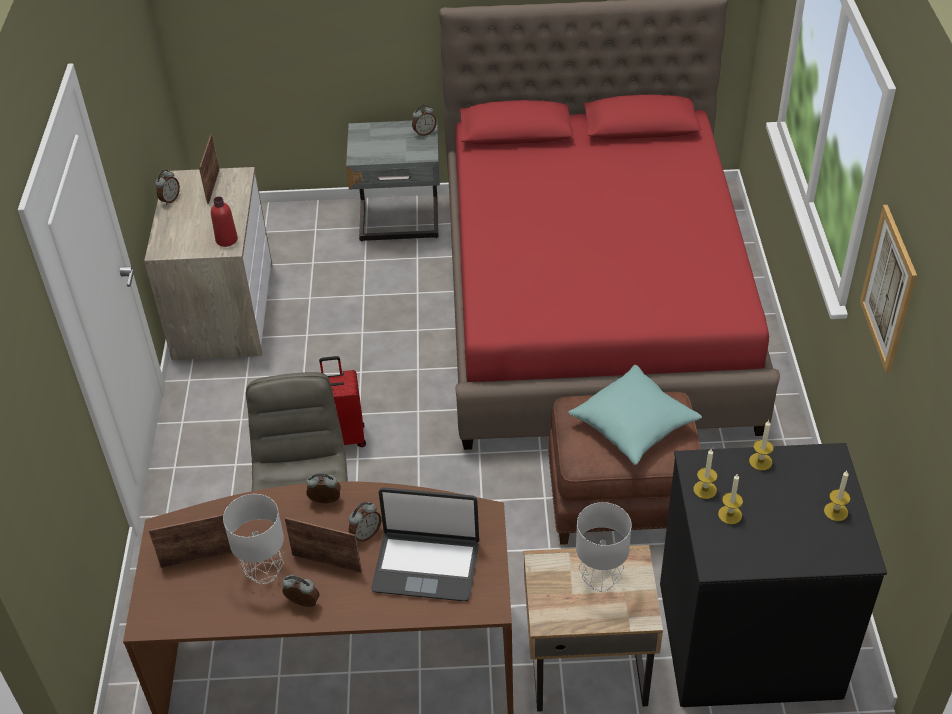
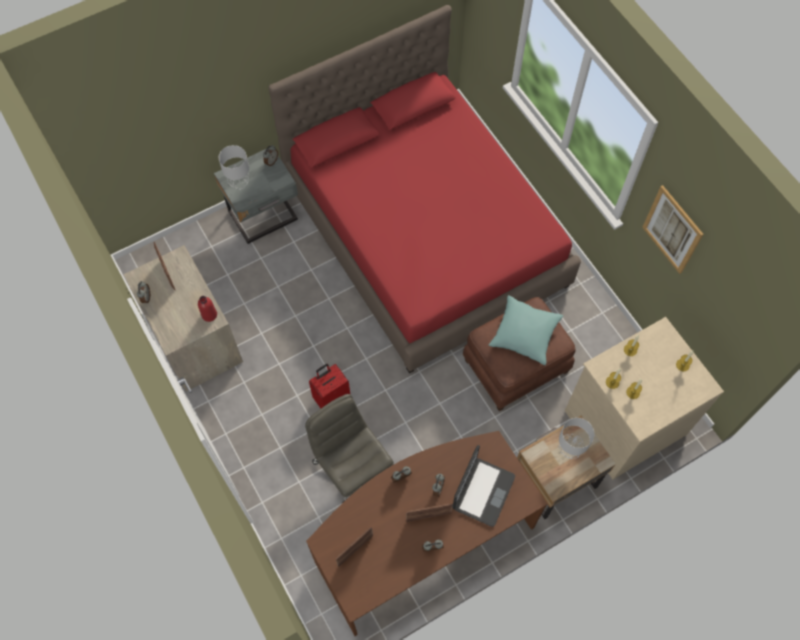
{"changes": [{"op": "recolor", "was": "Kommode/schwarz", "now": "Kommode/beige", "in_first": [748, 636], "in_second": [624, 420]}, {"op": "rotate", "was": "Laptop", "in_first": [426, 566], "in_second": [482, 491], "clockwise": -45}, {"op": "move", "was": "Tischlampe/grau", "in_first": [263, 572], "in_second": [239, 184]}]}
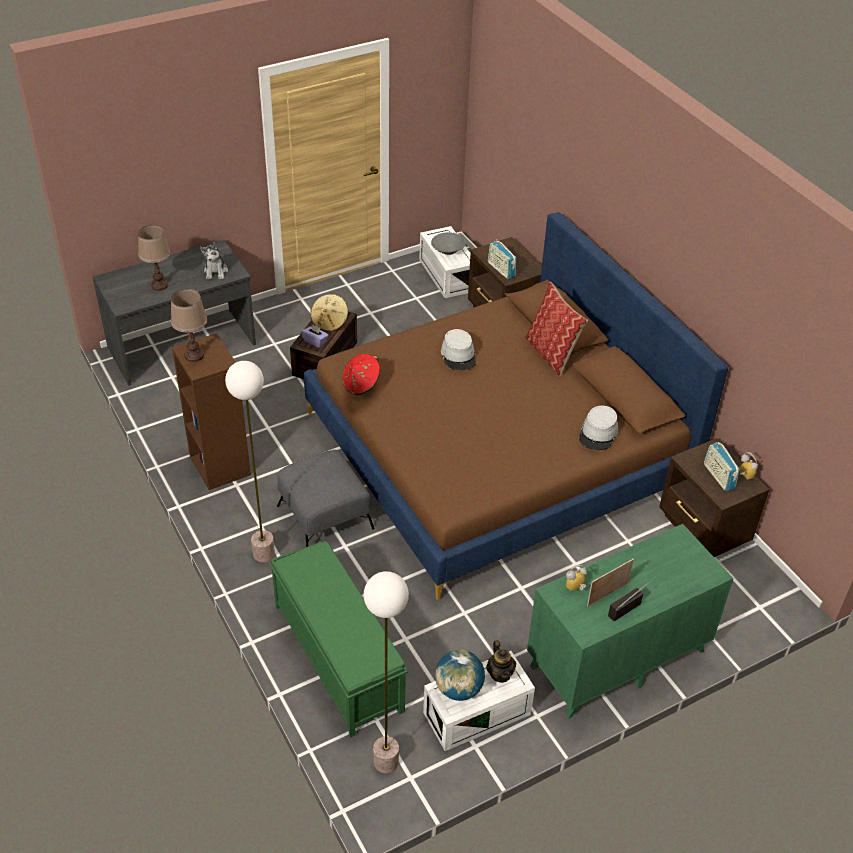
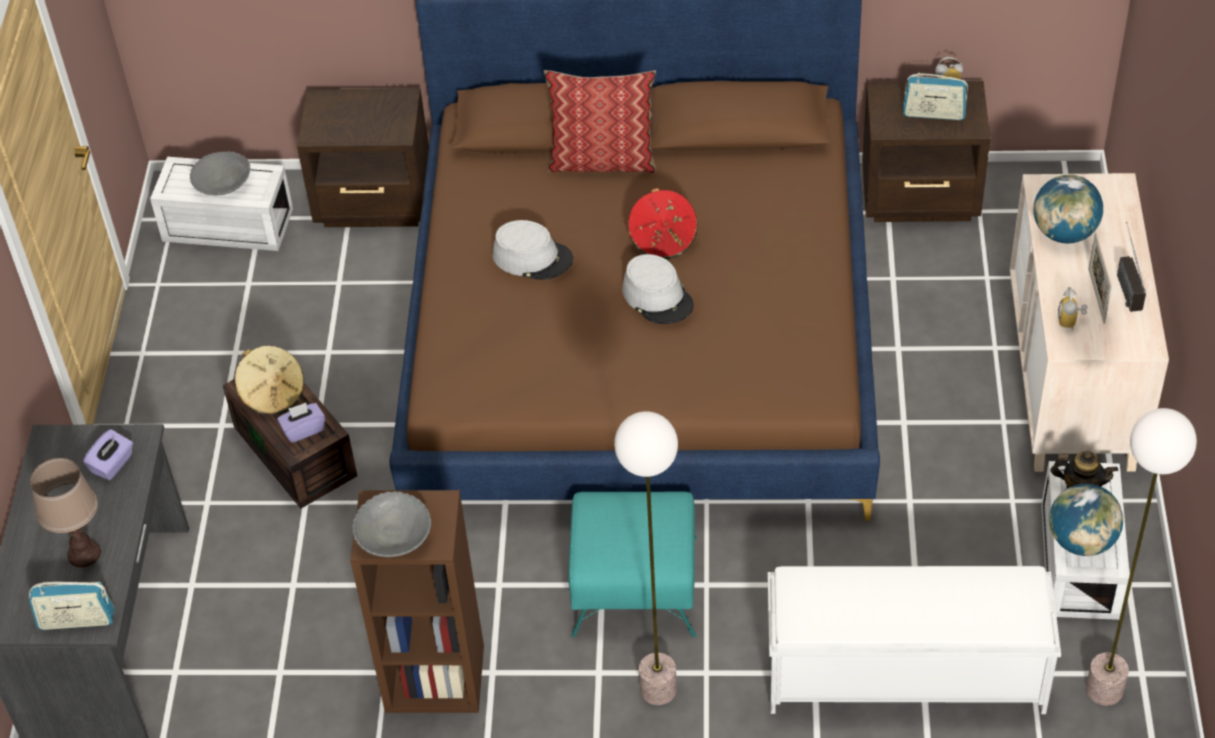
{"changes": [{"op": "move", "was": "Radio", "in_first": [501, 270], "in_second": [76, 620]}, {"op": "replace", "was": "Plüschtier", "now": "Taschentuchbox/lila", "in_first": [216, 271], "in_second": [112, 464]}, {"op": "replace", "was": "Tischlampe/braun", "now": "Schüssel/grau", "in_first": [193, 355], "in_second": [394, 537]}, {"op": "move", "was": "Hut/rot", "in_first": [361, 384], "in_second": [663, 239]}, {"op": "move", "was": "Hut/grau", "in_first": [598, 433], "in_second": [658, 297]}, {"op": "recolor", "was": "Polsterhocker/grau", "now": "Polsterhocker/türkis", "in_first": [325, 517], "in_second": [636, 586]}, {"op": "recolor", "was": "Kommode/grün", "now": "Kommode/beige", "in_first": [617, 658], "in_second": [1072, 380]}, {"op": "recolor", "was": "Bank/grün", "now": "Bank/weiß", "in_first": [337, 656], "in_second": [902, 674]}, {"op": "insert", "now": "Globus", "in_second": [1064, 233]}]}
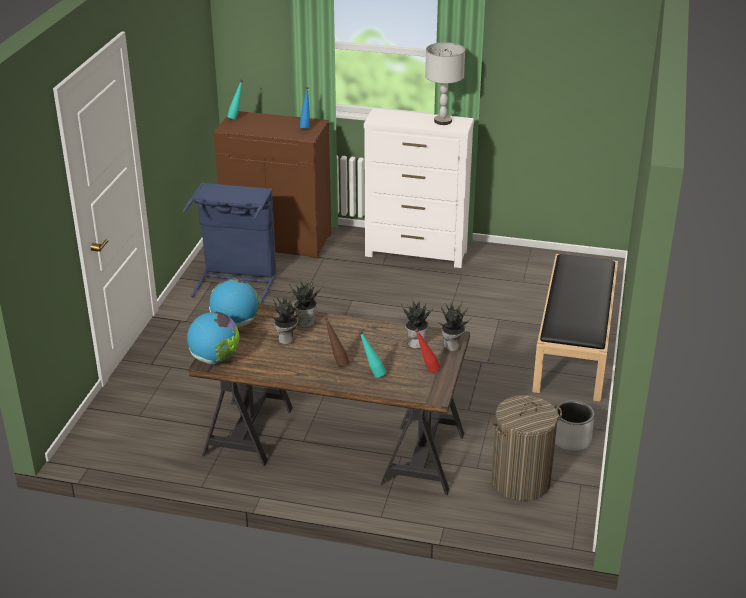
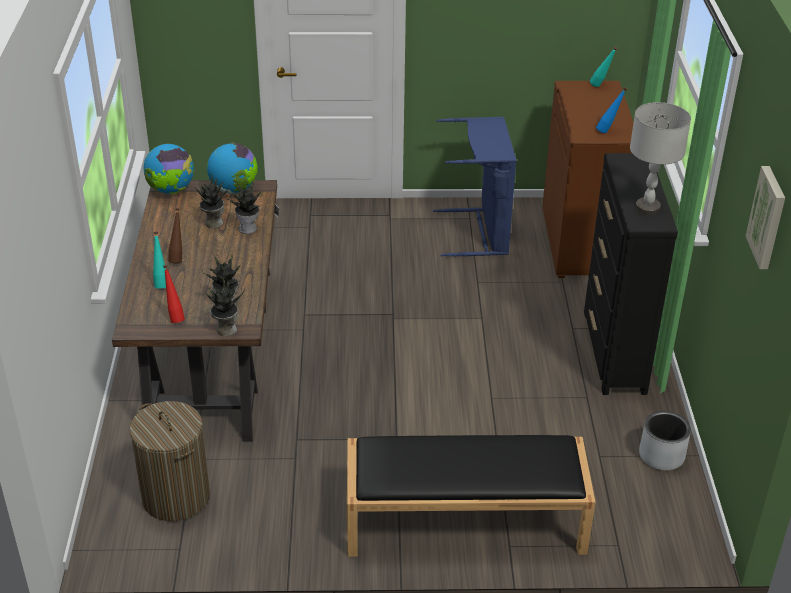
{"changes": [{"op": "recolor", "was": "Kommode/weiß", "now": "Kommode/schwarz", "in_first": [416, 254], "in_second": [614, 352]}, {"op": "move", "was": "Pflanzkübel/grau", "in_first": [571, 440], "in_second": [661, 456]}, {"op": "insert", "now": "Bild", "in_second": [768, 217]}]}
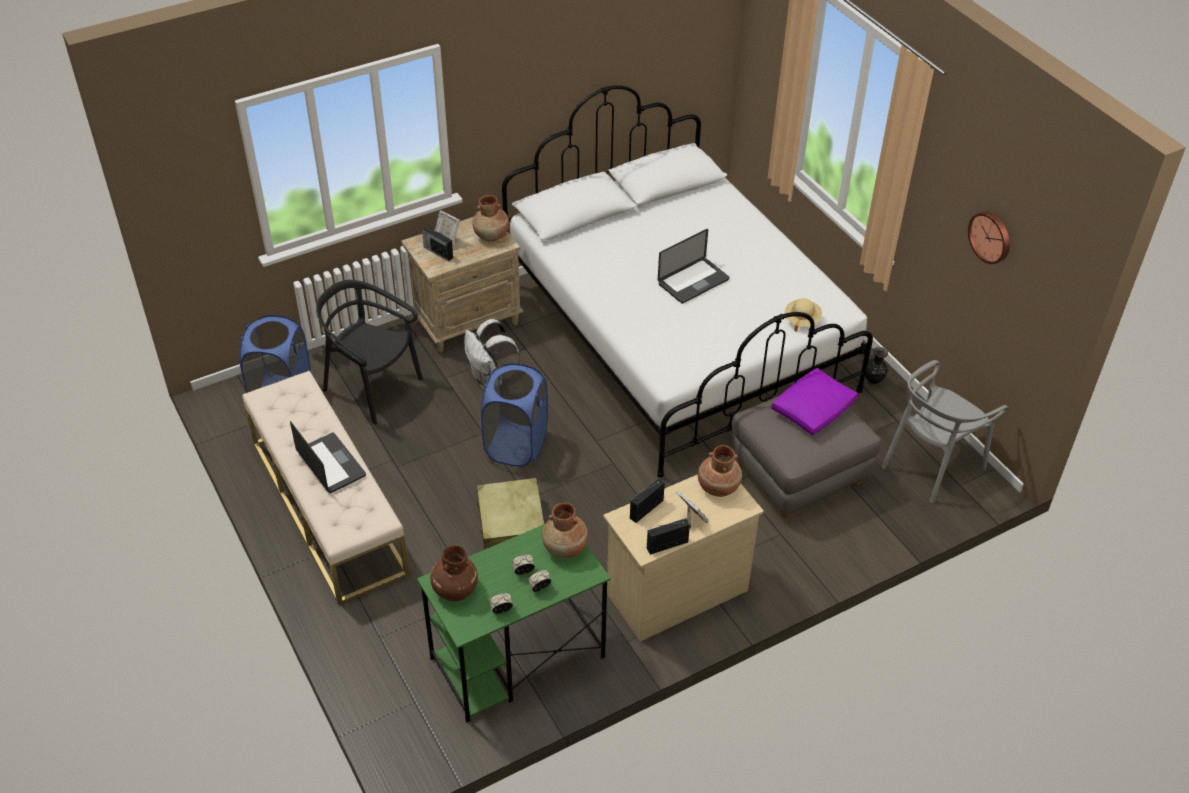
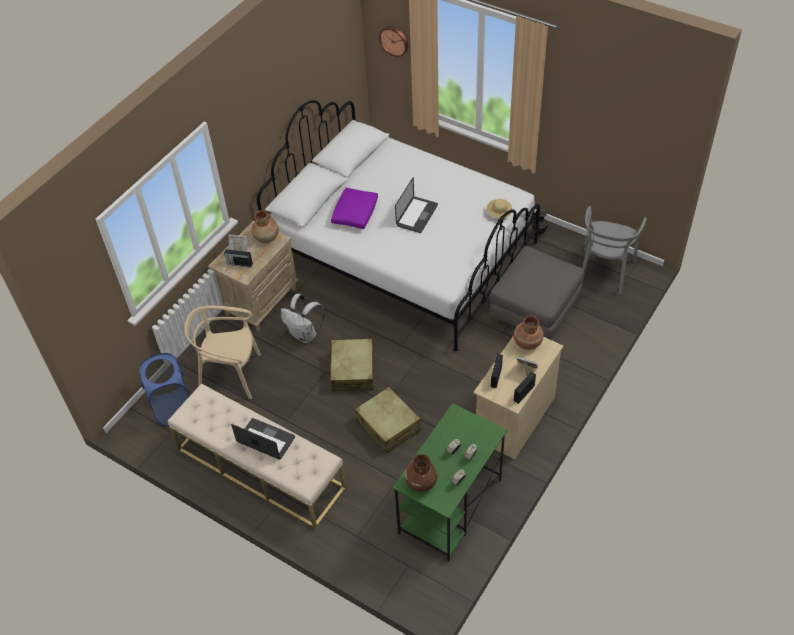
{"changes": [{"op": "move", "was": "Wanduhr", "in_first": [991, 236], "in_second": [394, 40]}, {"op": "recolor", "was": "Stuhl/schwarz", "now": "Stuhl/beige", "in_first": [372, 388], "in_second": [230, 375]}, {"op": "replace", "was": "Wäschekorb/blau", "now": "Koffer/beige", "in_first": [516, 445], "in_second": [353, 371]}, {"op": "move", "was": "Kissen/lila", "in_first": [813, 409], "in_second": [355, 213]}, {"op": "delete", "was": "Vase/braun", "in_first": [565, 548]}]}
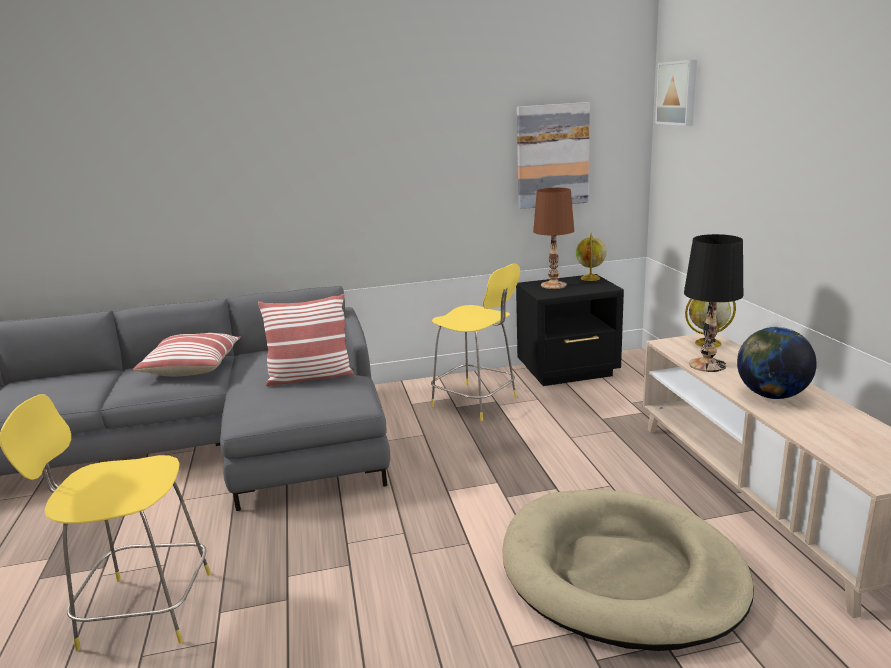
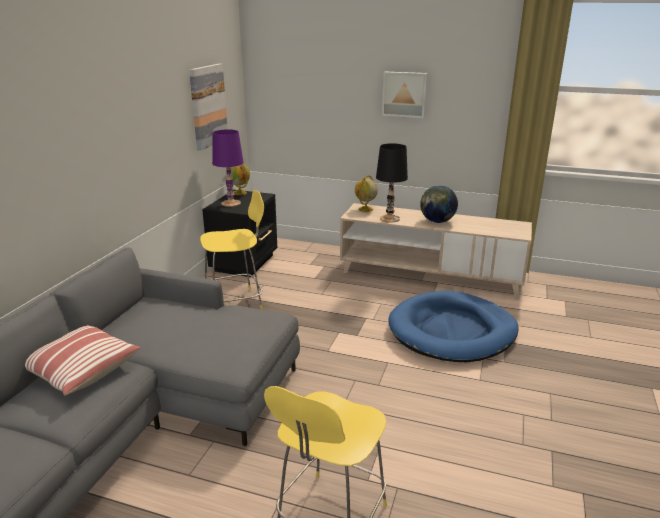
{"changes": [{"op": "move", "was": "Bild", "in_first": [678, 93], "in_second": [404, 94]}, {"op": "recolor", "was": "Tischlampe/braun", "now": "Tischlampe/lila", "in_first": [554, 285], "in_second": [231, 203]}, {"op": "delete", "was": "Kissen", "in_first": [310, 377]}, {"op": "recolor", "was": "Hundebett/beige", "now": "Hundebett/blau", "in_first": [620, 573], "in_second": [452, 331]}]}
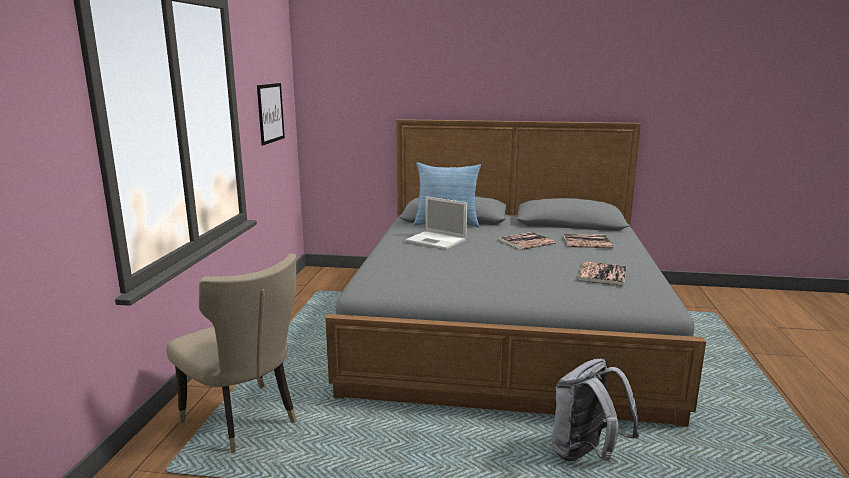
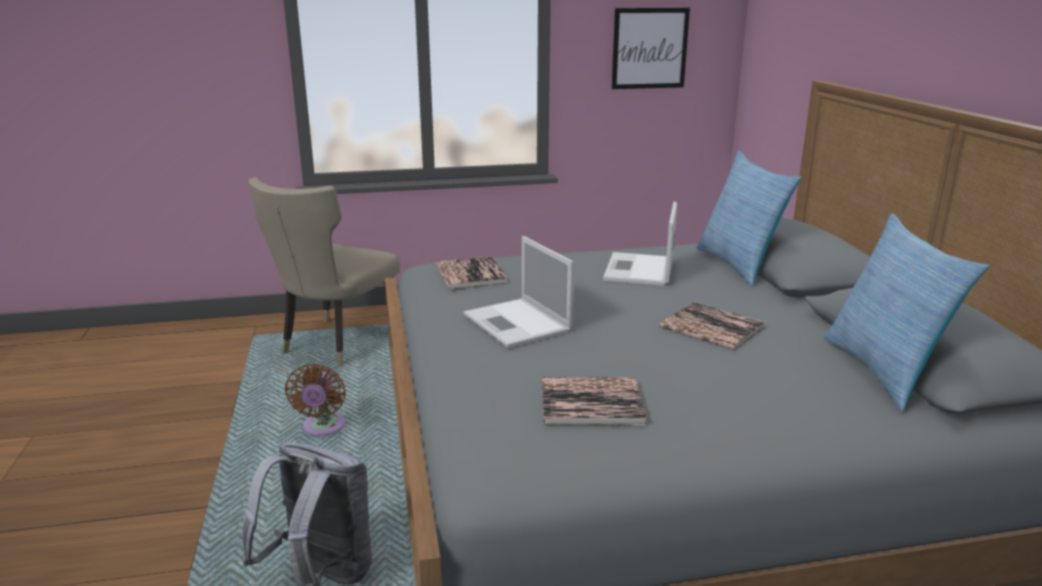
{"changes": [{"op": "move", "was": "Buch", "in_first": [587, 242], "in_second": [471, 274]}, {"op": "insert", "now": "Kissen", "in_second": [885, 371]}, {"op": "insert", "now": "Laptop", "in_second": [518, 324]}, {"op": "insert", "now": "Ventilator/braun", "in_second": [323, 428]}]}
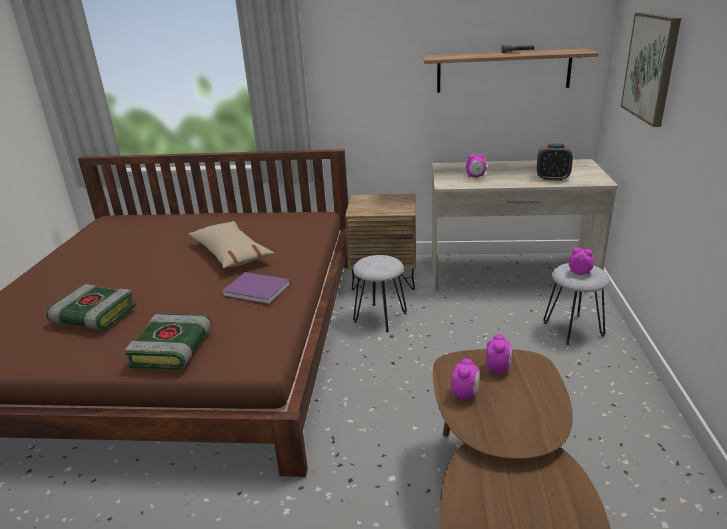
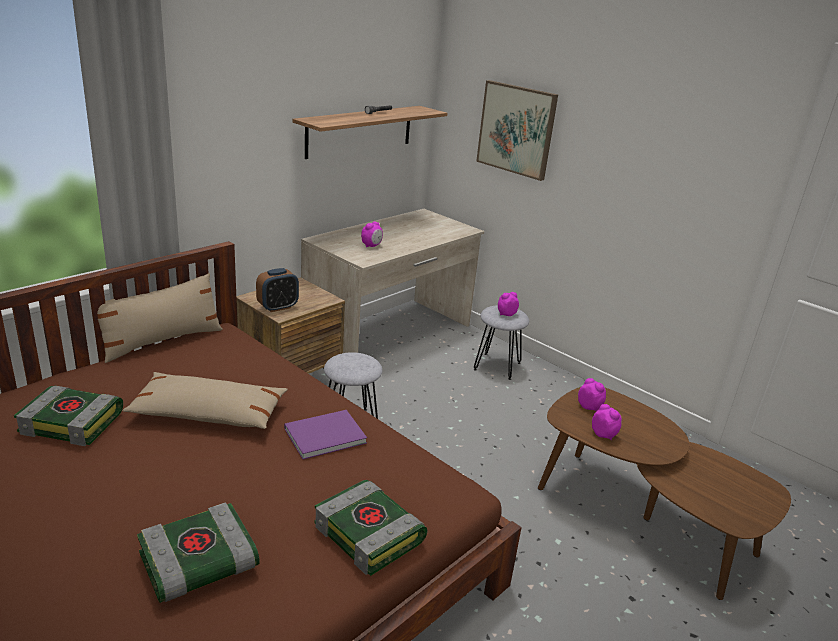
{"changes": [{"op": "move", "was": "Wecker", "in_first": [552, 178], "in_second": [277, 307]}, {"op": "insert", "now": "Kissen/beige", "in_second": [162, 341]}, {"op": "insert", "now": "Buch", "in_second": [74, 422]}]}
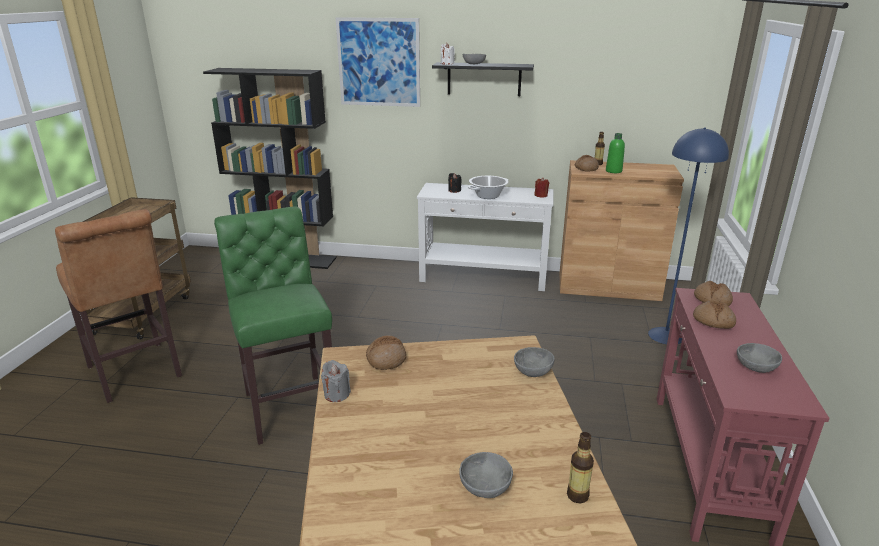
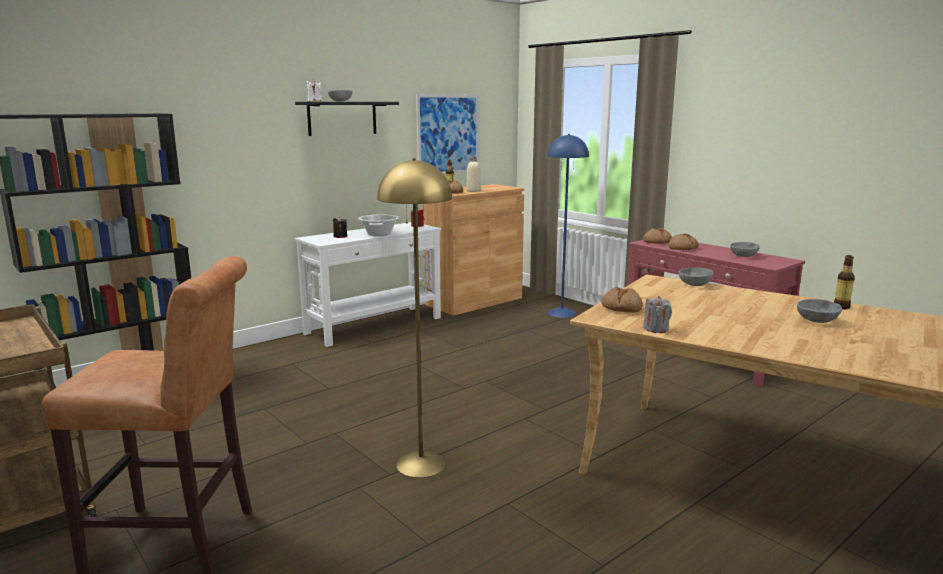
{"changes": [{"op": "move", "was": "Bild", "in_first": [379, 62], "in_second": [448, 134]}, {"op": "recolor", "was": "Flasche/grün", "now": "Flasche/beige", "in_first": [613, 171], "in_second": [473, 191]}, {"op": "replace", "was": "Hocker/grün", "now": "Stehlampe/gelb", "in_first": [289, 404], "in_second": [420, 464]}]}
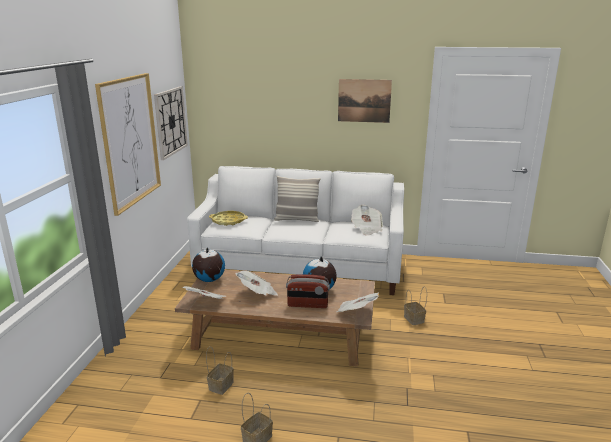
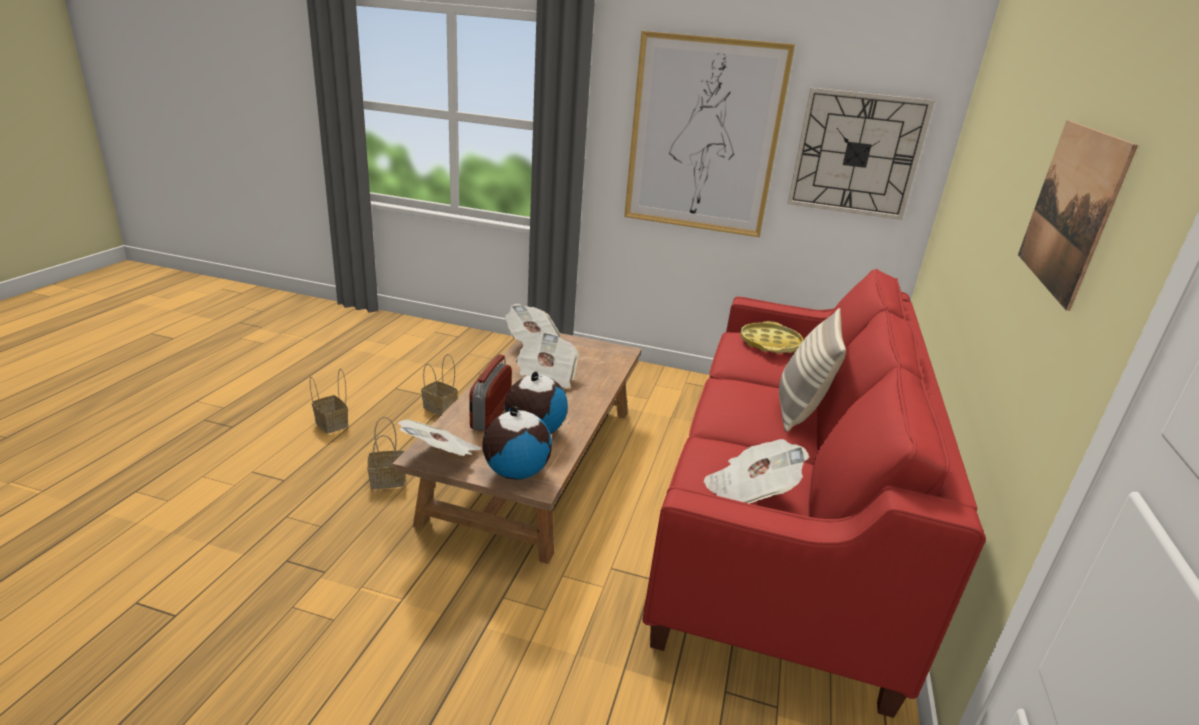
{"changes": [{"op": "recolor", "was": "Sofa/weiß", "now": "Sofa/rot", "in_first": [300, 267], "in_second": [781, 515]}, {"op": "move", "was": "Globus", "in_first": [209, 280], "in_second": [516, 472]}, {"op": "move", "was": "Korb", "in_first": [414, 319], "in_second": [386, 480]}]}
